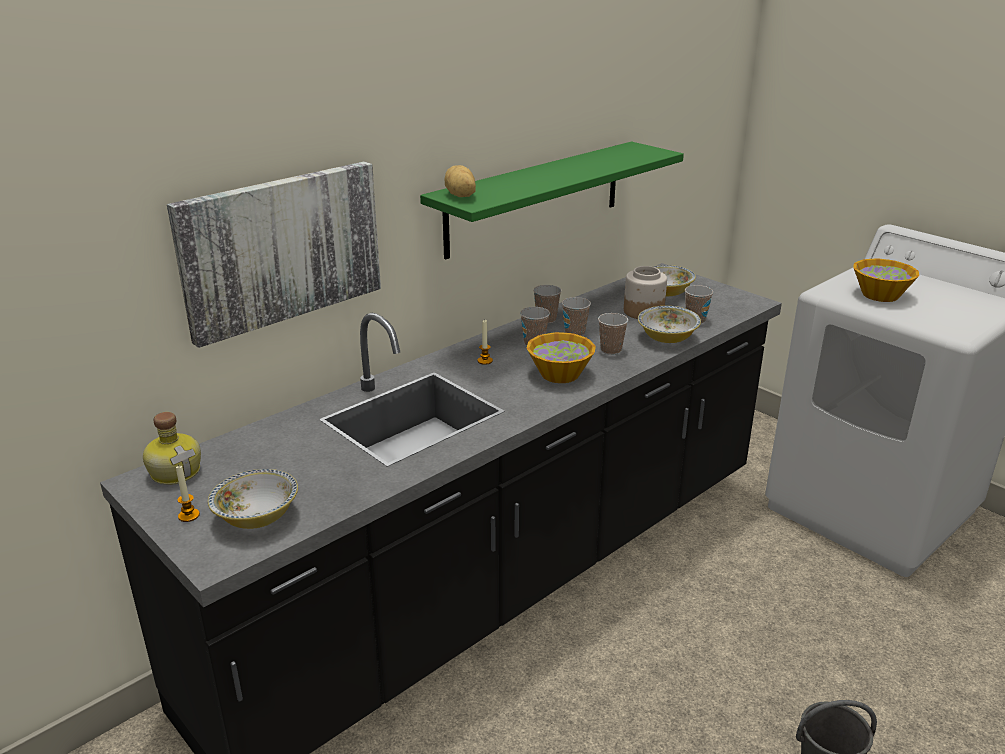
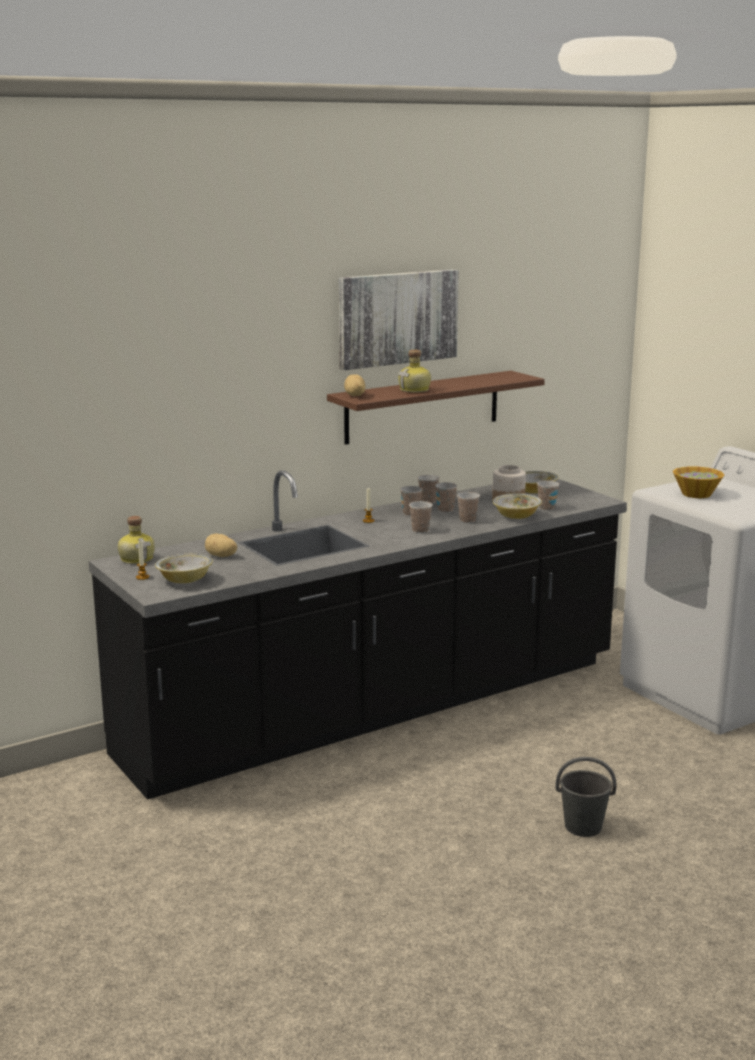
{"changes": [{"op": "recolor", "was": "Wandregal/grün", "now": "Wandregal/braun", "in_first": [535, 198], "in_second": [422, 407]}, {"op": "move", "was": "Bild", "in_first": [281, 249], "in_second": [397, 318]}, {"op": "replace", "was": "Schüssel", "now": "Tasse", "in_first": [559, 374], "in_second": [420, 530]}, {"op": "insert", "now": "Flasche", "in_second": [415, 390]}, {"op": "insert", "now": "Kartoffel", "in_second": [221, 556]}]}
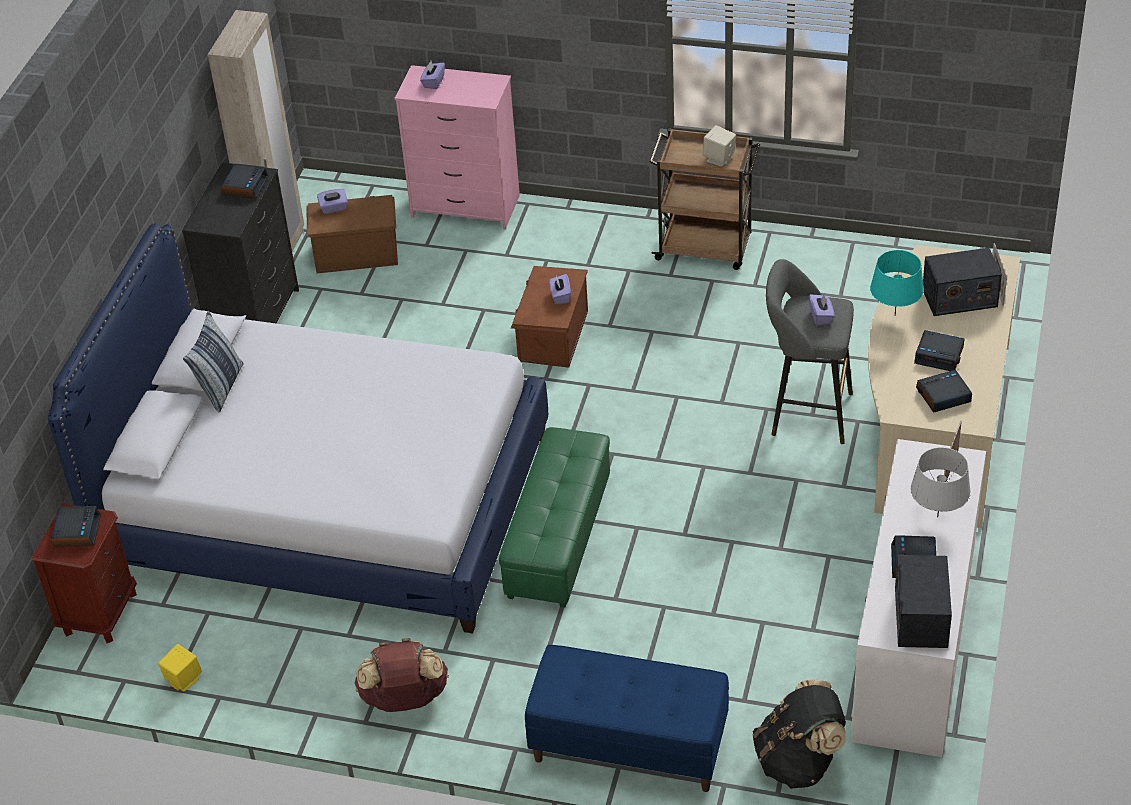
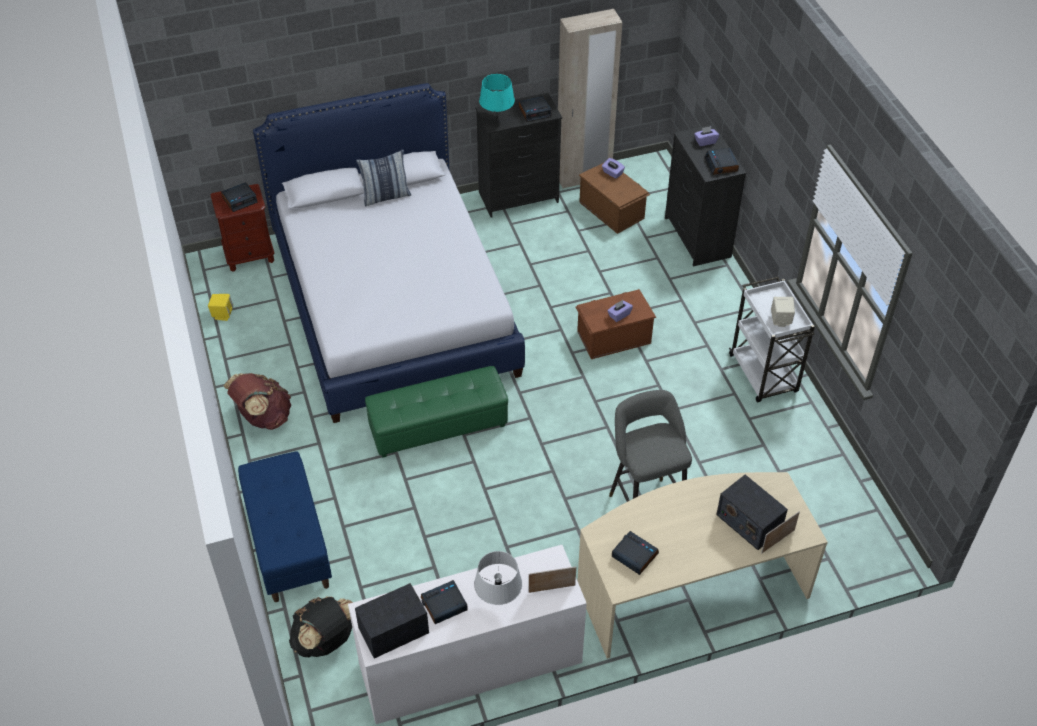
{"changes": [{"op": "recolor", "was": "Kommode/rosa", "now": "Kommode/schwarz", "in_first": [465, 207], "in_second": [697, 237]}, {"op": "recolor", "was": "Rollwagen/braun", "now": "Rollwagen/weiß", "in_first": [705, 248], "in_second": [764, 375]}, {"op": "move", "was": "Tischlampe/türkis", "in_first": [895, 315], "in_second": [497, 119]}, {"op": "delete", "was": "Taschentuchbox/lila", "in_first": [821, 316]}, {"op": "move", "was": "Wecker", "in_first": [939, 355], "in_second": [721, 165]}]}
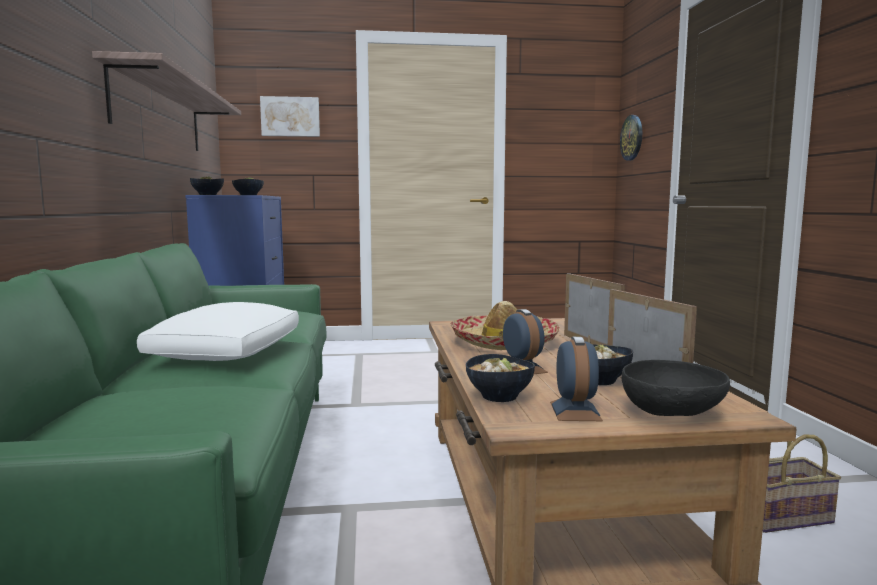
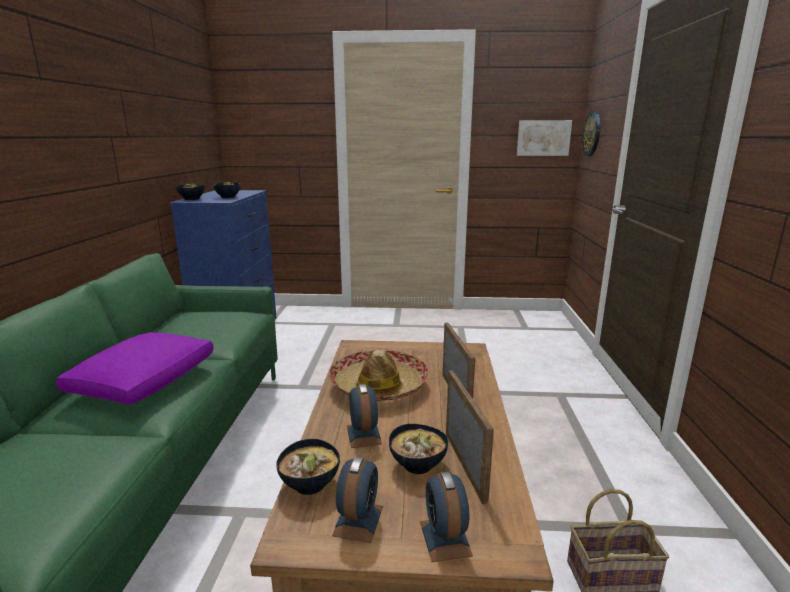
{"changes": [{"op": "delete", "was": "Wandregal", "in_first": [159, 114]}, {"op": "move", "was": "Bild", "in_first": [290, 117], "in_second": [543, 138]}, {"op": "recolor", "was": "Kissen/weiß", "now": "Kissen/lila", "in_first": [228, 352], "in_second": [145, 381]}, {"op": "replace", "was": "Schüssel/schwarz", "now": "Wecker", "in_first": [672, 414], "in_second": [445, 538]}]}
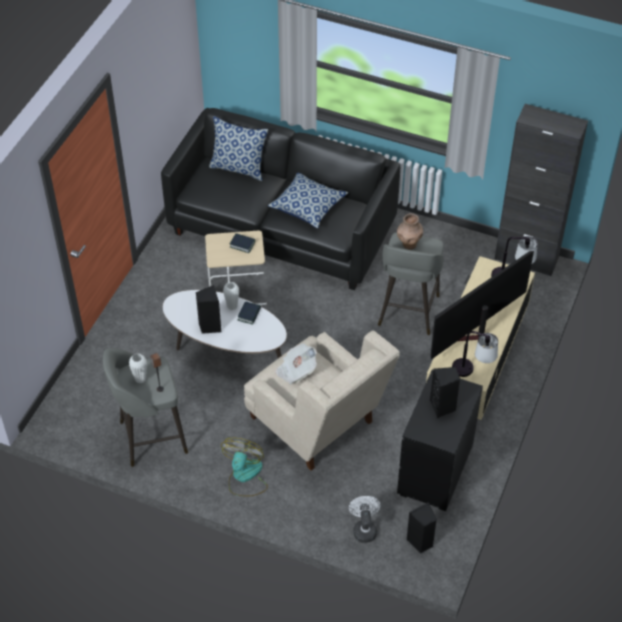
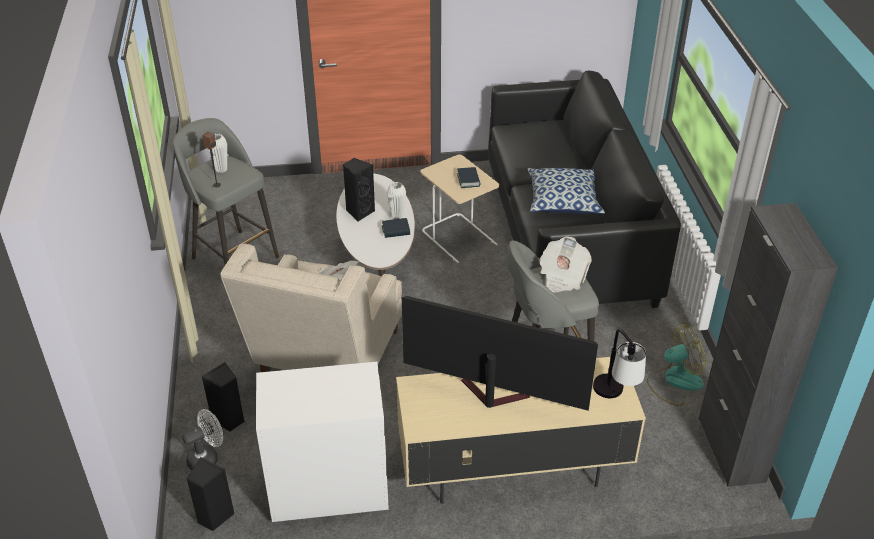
{"changes": [{"op": "delete", "was": "Kissen", "in_first": [239, 168]}, {"op": "replace", "was": "Vase/braun", "now": "Zeitung", "in_first": [409, 244], "in_second": [562, 277]}, {"op": "delete", "was": "Tischlampe", "in_first": [472, 371]}, {"op": "move", "was": "Lautsprecher/schwarz", "in_first": [443, 408], "in_second": [229, 420]}, {"op": "recolor", "was": "Kommode/schwarz", "now": "Kommode/weiß", "in_first": [435, 470], "in_second": [328, 489]}, {"op": "move", "was": "Ventilator", "in_first": [245, 477], "in_second": [674, 381]}]}
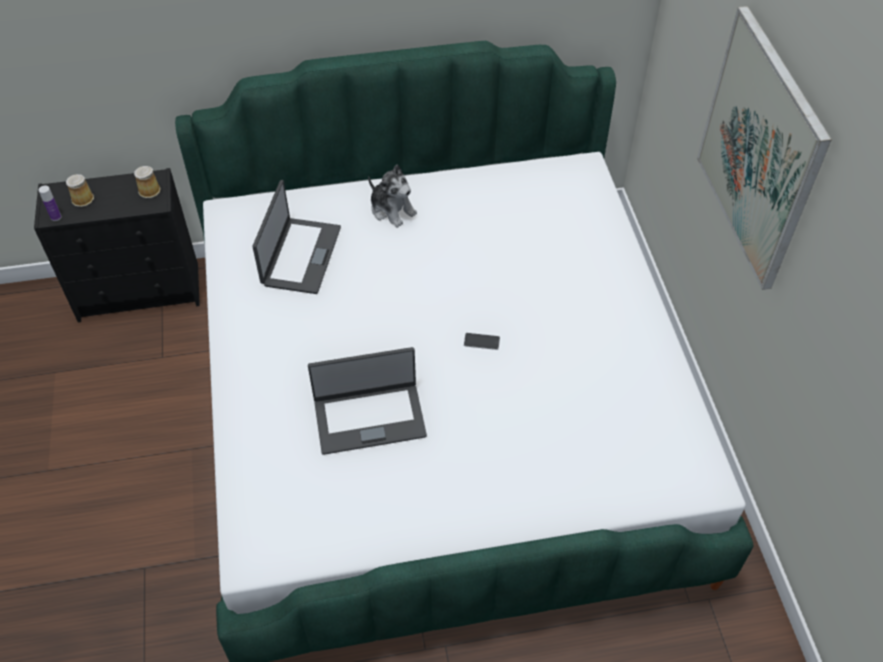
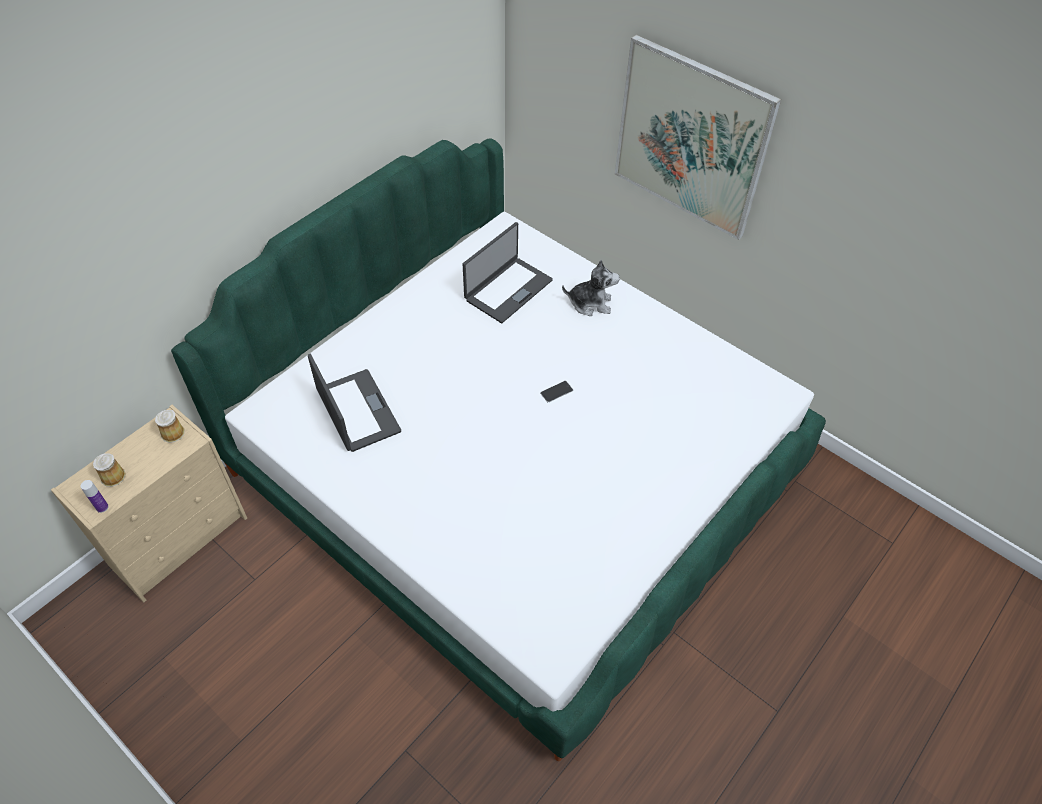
{"changes": [{"op": "move", "was": "Plüschtier", "in_first": [392, 210], "in_second": [590, 303]}, {"op": "recolor", "was": "Kommode/schwarz", "now": "Kommode/beige", "in_first": [141, 292], "in_second": [180, 540]}, {"op": "move", "was": "Laptop", "in_first": [369, 417], "in_second": [507, 289]}]}
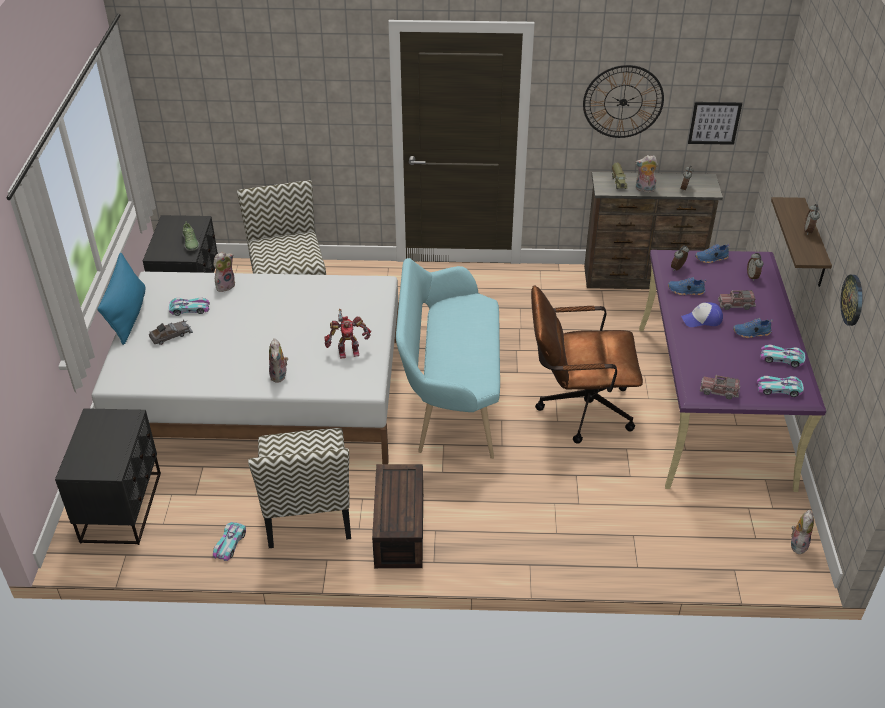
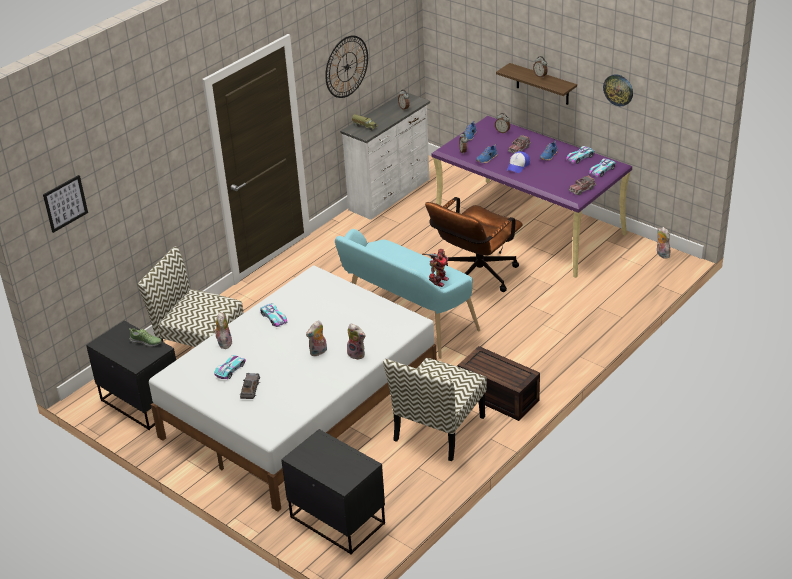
{"changes": [{"op": "move", "was": "Bild", "in_first": [714, 122], "in_second": [65, 203]}, {"op": "move", "was": "Plüschtier", "in_first": [644, 189], "in_second": [318, 352]}, {"op": "recolor", "was": "Kommode/braun", "now": "Kommode/weiß", "in_first": [642, 279], "in_second": [391, 194]}, {"op": "delete", "was": "Kissen/blau", "in_first": [128, 315]}, {"op": "move", "was": "Spielzeugroboter", "in_first": [348, 351], "in_second": [438, 281]}, {"op": "rotate", "was": "Stuhl", "in_first": [308, 510], "in_second": [439, 429], "clockwise": 90}, {"op": "move", "was": "Spielzeugauto", "in_first": [229, 544], "in_second": [274, 318]}]}
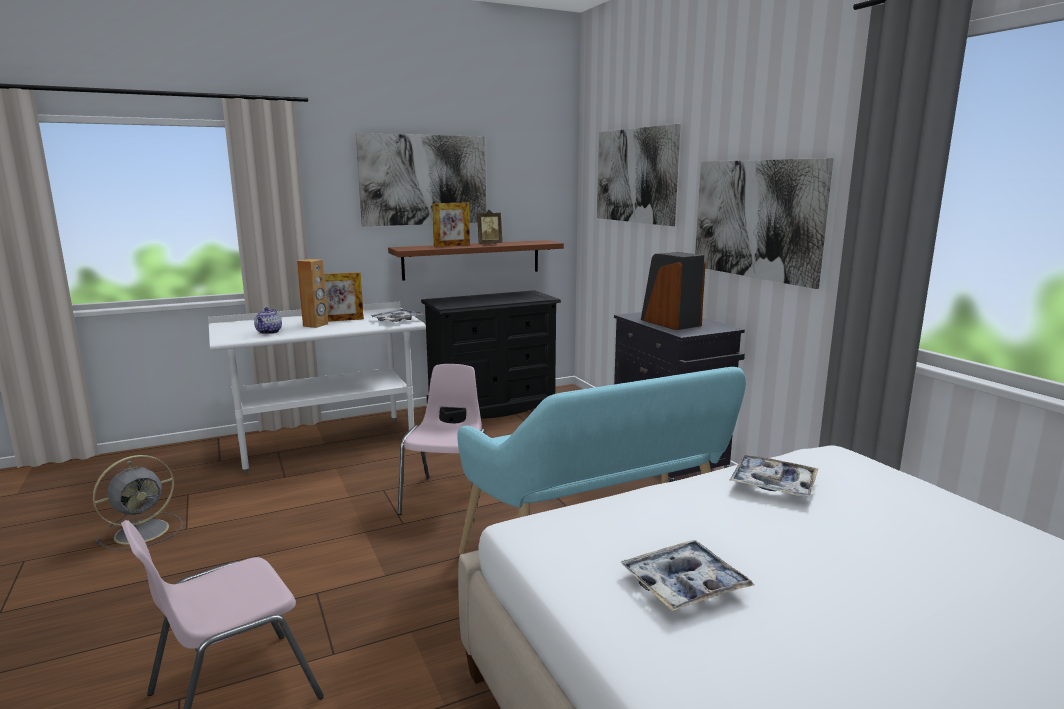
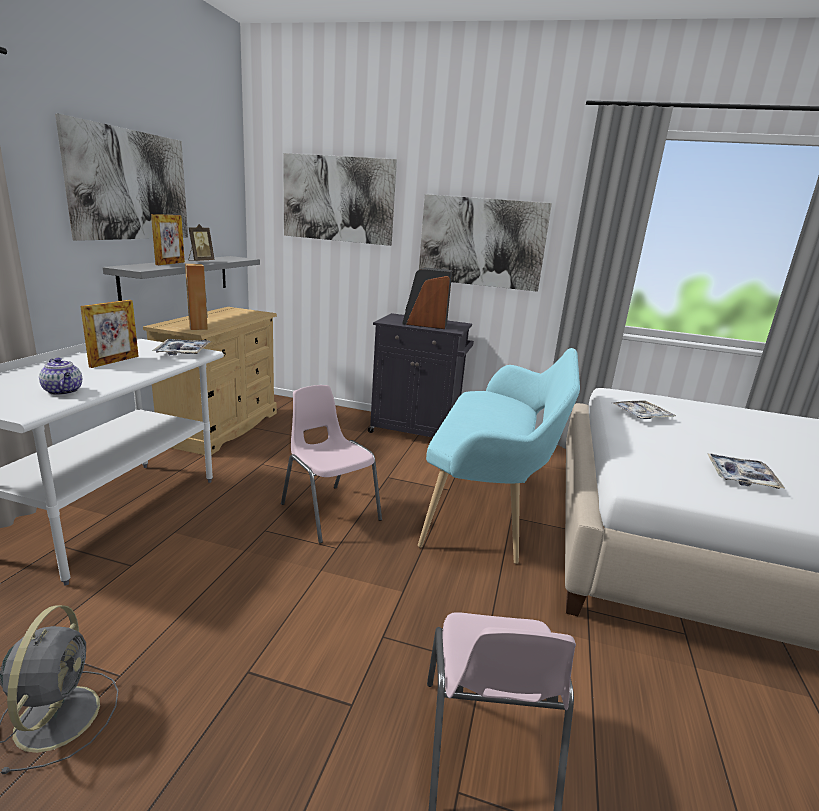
{"changes": [{"op": "recolor", "was": "Wandregal/braun", "now": "Wandregal/grau", "in_first": [472, 259], "in_second": [177, 278]}, {"op": "move", "was": "Lautsprecher/braun", "in_first": [316, 325], "in_second": [198, 327]}, {"op": "recolor", "was": "Kommode/schwarz", "now": "Kommode/beige", "in_first": [492, 408], "in_second": [222, 427]}]}
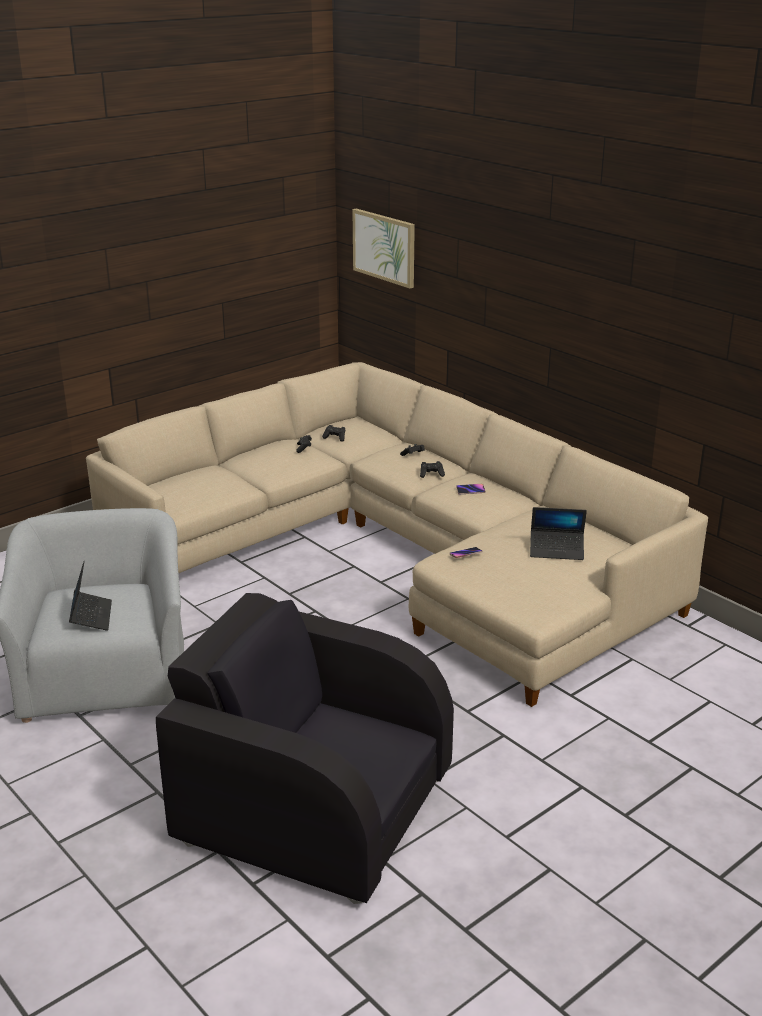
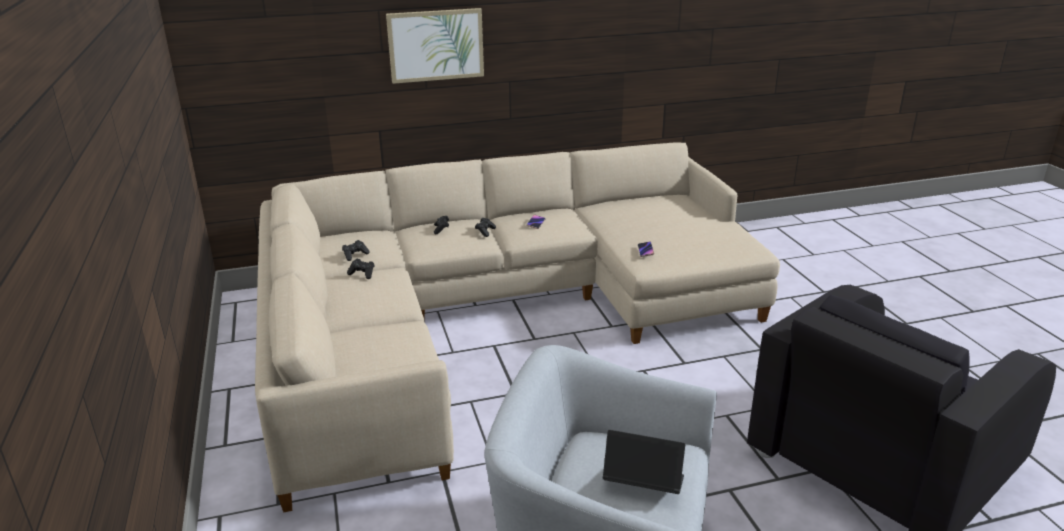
{"changes": [{"op": "move", "was": "Bild", "in_first": [384, 247], "in_second": [436, 45]}, {"op": "delete", "was": "Laptop", "in_first": [556, 550]}]}
